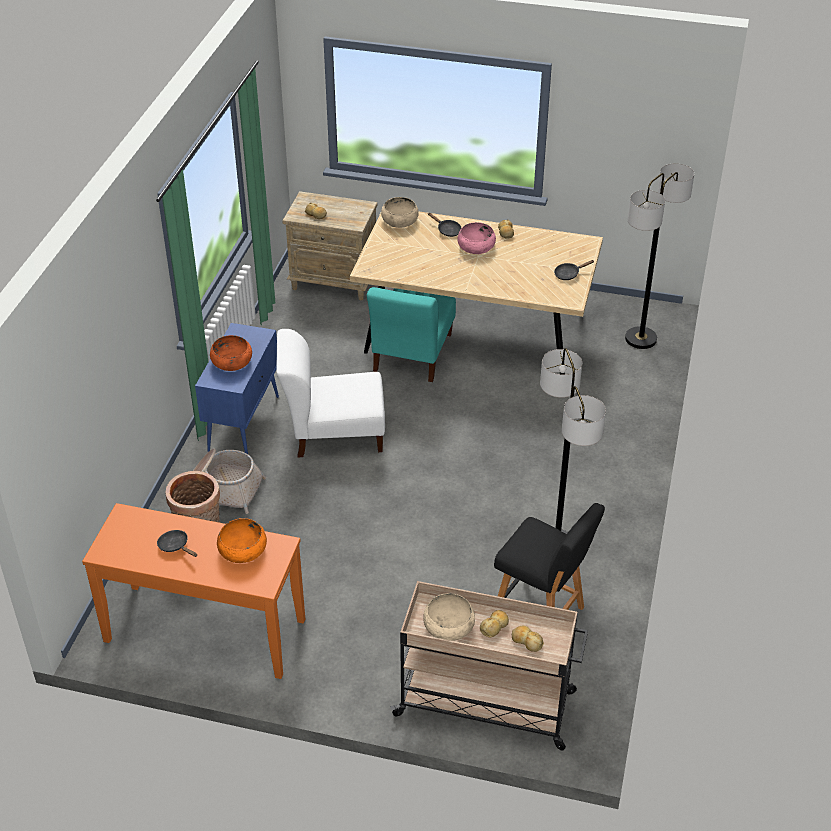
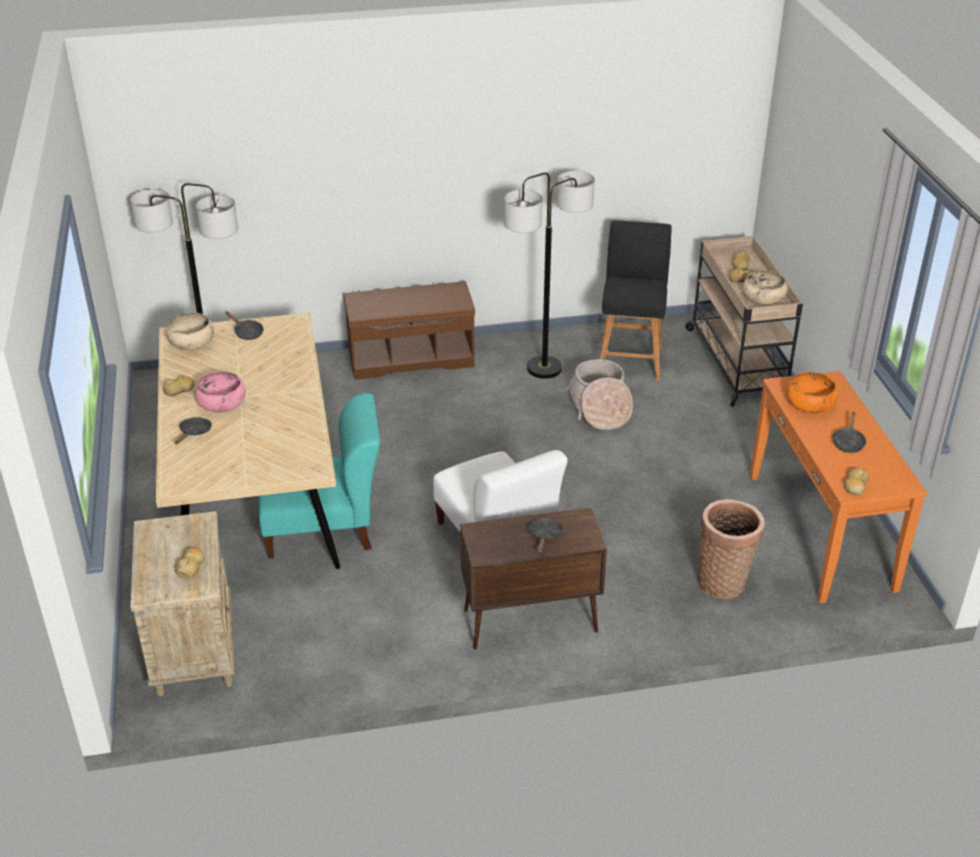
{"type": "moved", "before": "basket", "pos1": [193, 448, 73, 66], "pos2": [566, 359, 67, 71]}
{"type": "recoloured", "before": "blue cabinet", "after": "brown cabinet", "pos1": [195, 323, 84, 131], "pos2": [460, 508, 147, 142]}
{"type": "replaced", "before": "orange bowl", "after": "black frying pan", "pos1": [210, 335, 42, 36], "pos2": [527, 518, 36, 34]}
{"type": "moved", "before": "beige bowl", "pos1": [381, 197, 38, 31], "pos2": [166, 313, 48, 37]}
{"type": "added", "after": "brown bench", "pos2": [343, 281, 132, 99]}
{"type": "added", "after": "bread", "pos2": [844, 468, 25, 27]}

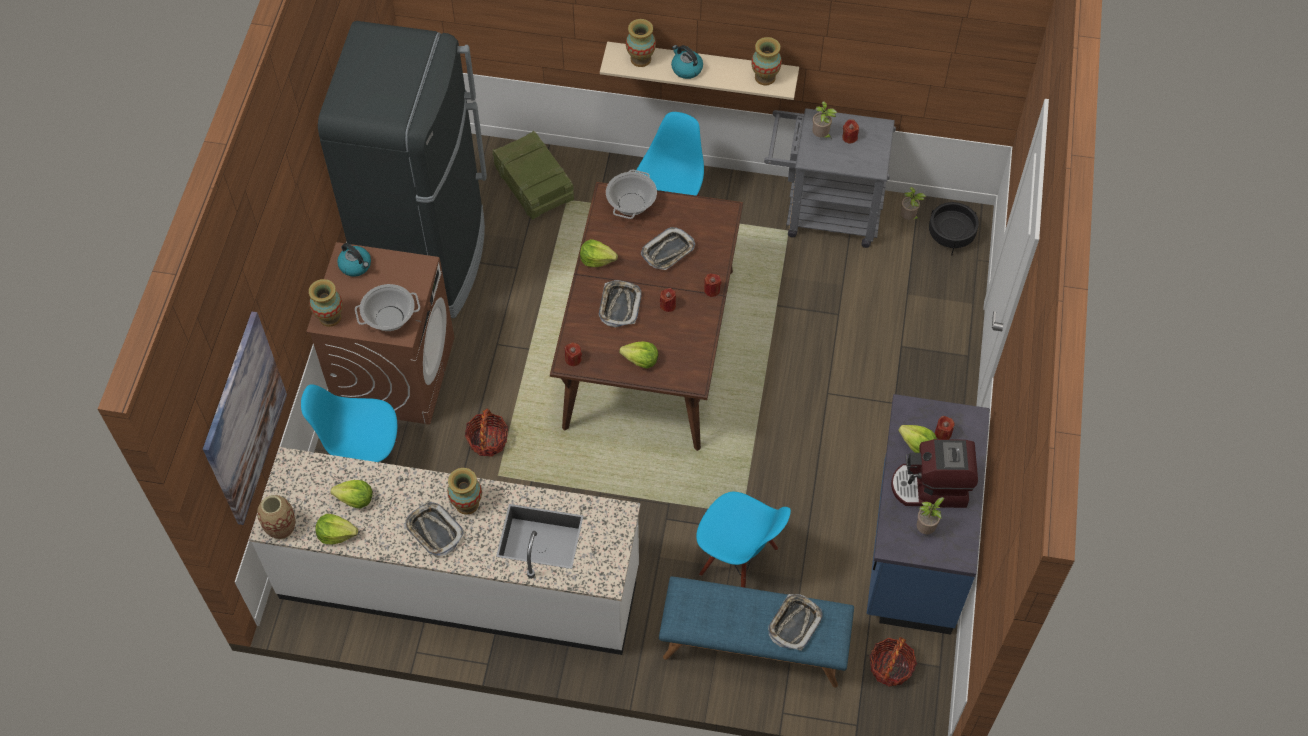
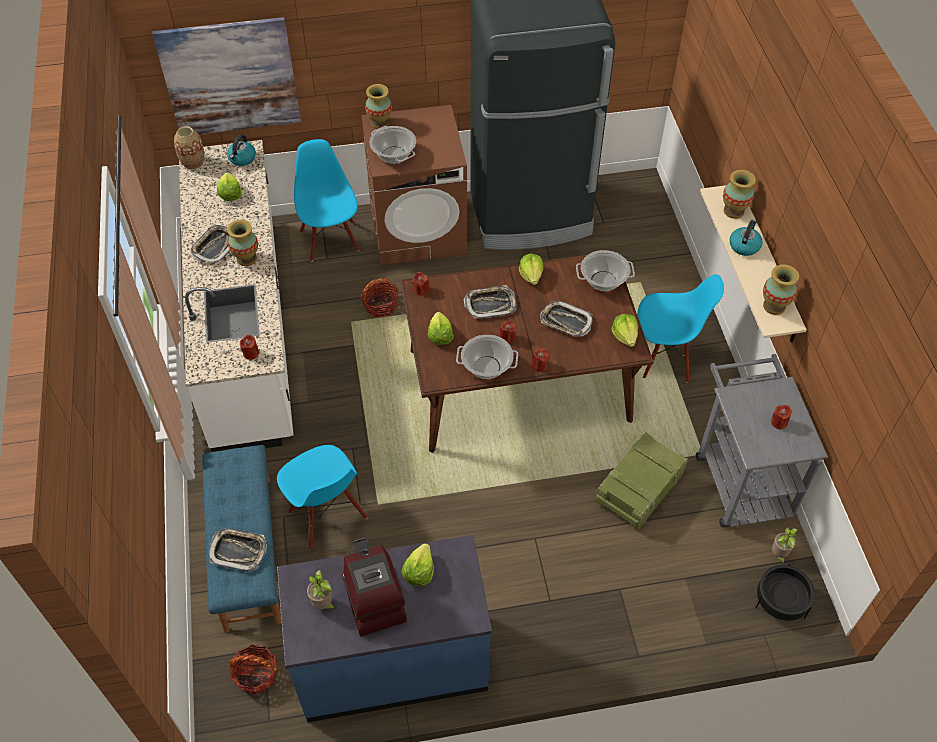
{"type": "moved", "before": "lettuce", "pos1": [315, 514, 43, 30], "pos2": [611, 314, 27, 33]}
{"type": "moved", "before": "kettle", "pos1": [337, 243, 34, 34], "pos2": [227, 135, 29, 31]}
{"type": "moved", "before": "crate", "pos1": [493, 131, 81, 89], "pos2": [595, 432, 93, 98]}
{"type": "turned", "before": "blue chair", "pos1": [696, 492, 95, 96], "pos2": [277, 445, 91, 105], "turn": -45}
{"type": "removed", "before": "potted plant", "pos1": [813, 101, 24, 38]}
{"type": "moved", "before": "red candle", "pos1": [935, 416, 20, 23], "pos2": [240, 335, 19, 25]}
{"type": "added", "after": "cooking pot", "pos2": [456, 335, 62, 44]}

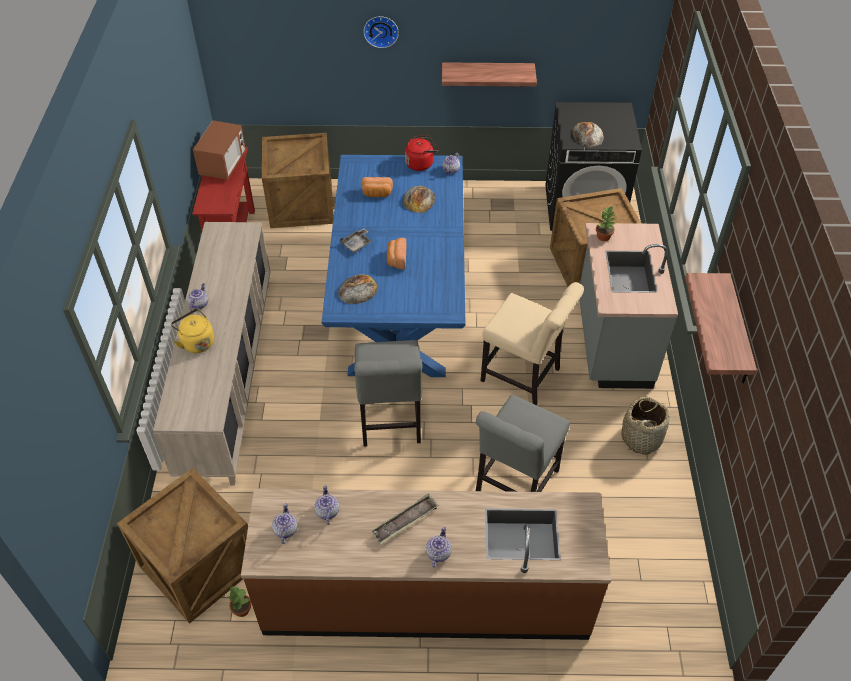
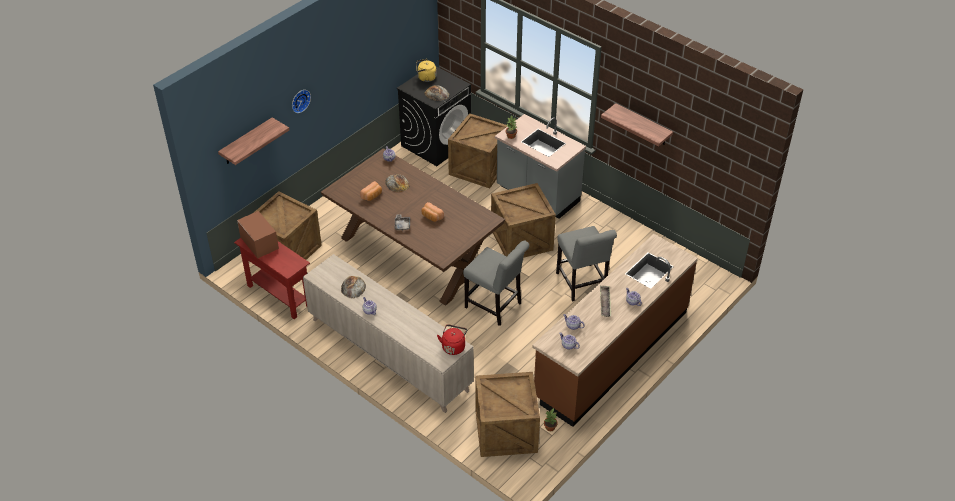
{"type": "moved", "before": "yellow kettle", "pos1": [171, 308, 43, 45], "pos2": [416, 59, 21, 23]}
{"type": "recoloured", "before": "blue dining table", "after": "brown dining table", "pos1": [322, 155, 144, 222], "pos2": [321, 148, 184, 158]}
{"type": "moved", "before": "bread", "pos1": [338, 274, 40, 30], "pos2": [341, 276, 25, 22]}
{"type": "moved", "before": "red kettle", "pos1": [405, 135, 34, 36], "pos2": [437, 324, 30, 31]}
{"type": "moved", "before": "shelf", "pos1": [442, 62, 95, 25], "pos2": [218, 117, 71, 48]}
{"type": "replaced", "before": "beige chair", "after": "crate", "pos1": [481, 282, 103, 123], "pos2": [491, 183, 65, 75]}
{"type": "removed", "before": "basket", "pos1": [622, 397, 48, 58]}

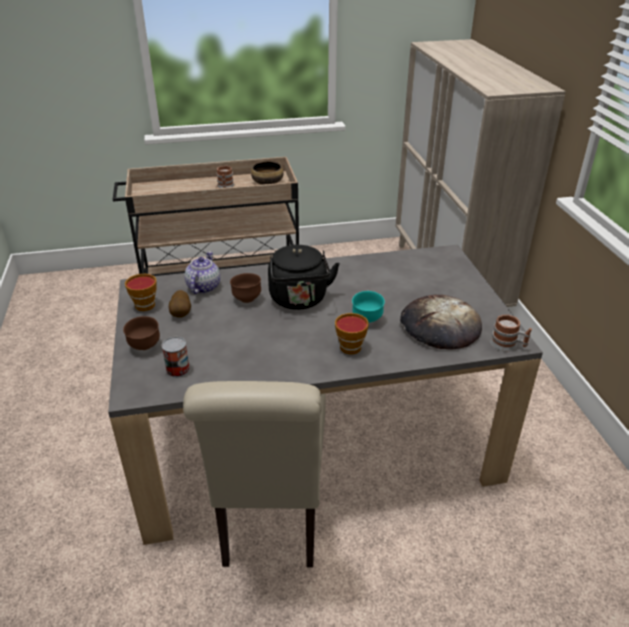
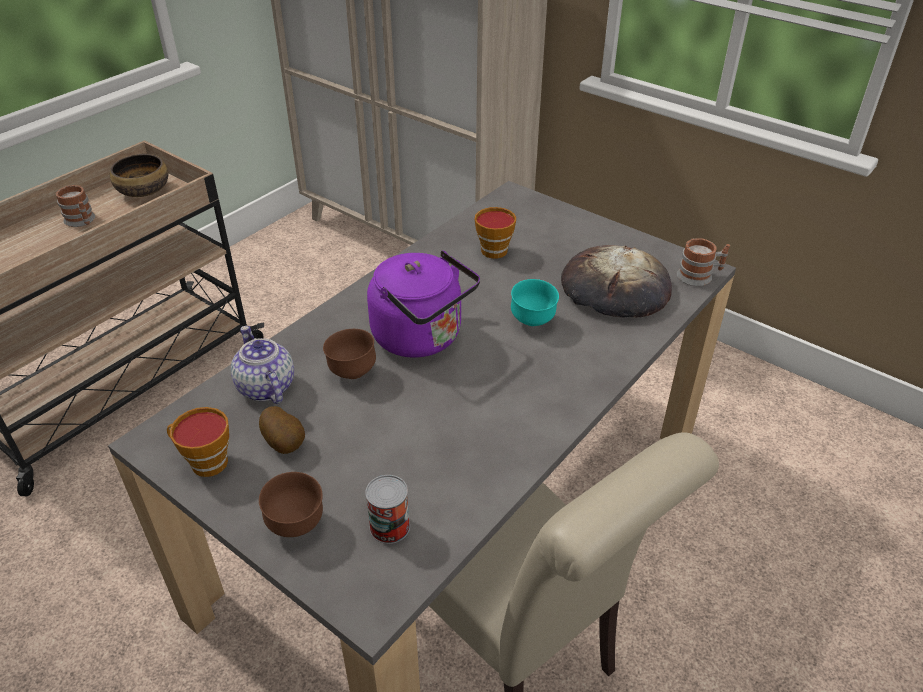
{"type": "recoloured", "before": "black kettle", "after": "purple kettle", "pos1": [268, 245, 72, 65], "pos2": [367, 250, 113, 108]}
{"type": "moved", "before": "cup", "pos1": [335, 313, 34, 42], "pos2": [475, 207, 41, 52]}

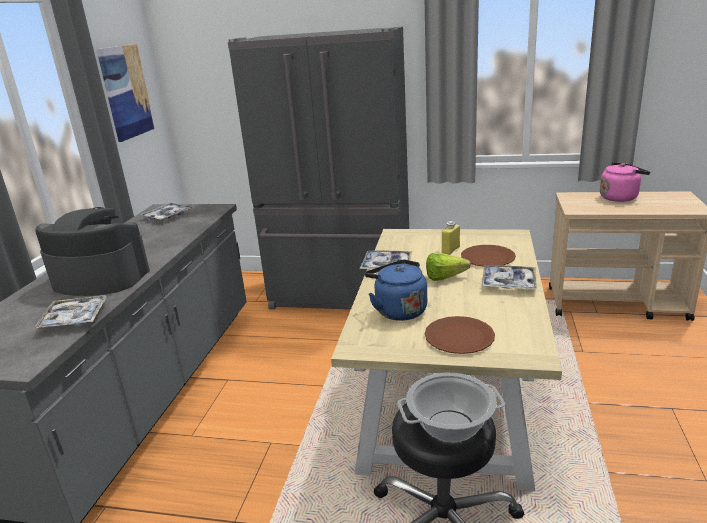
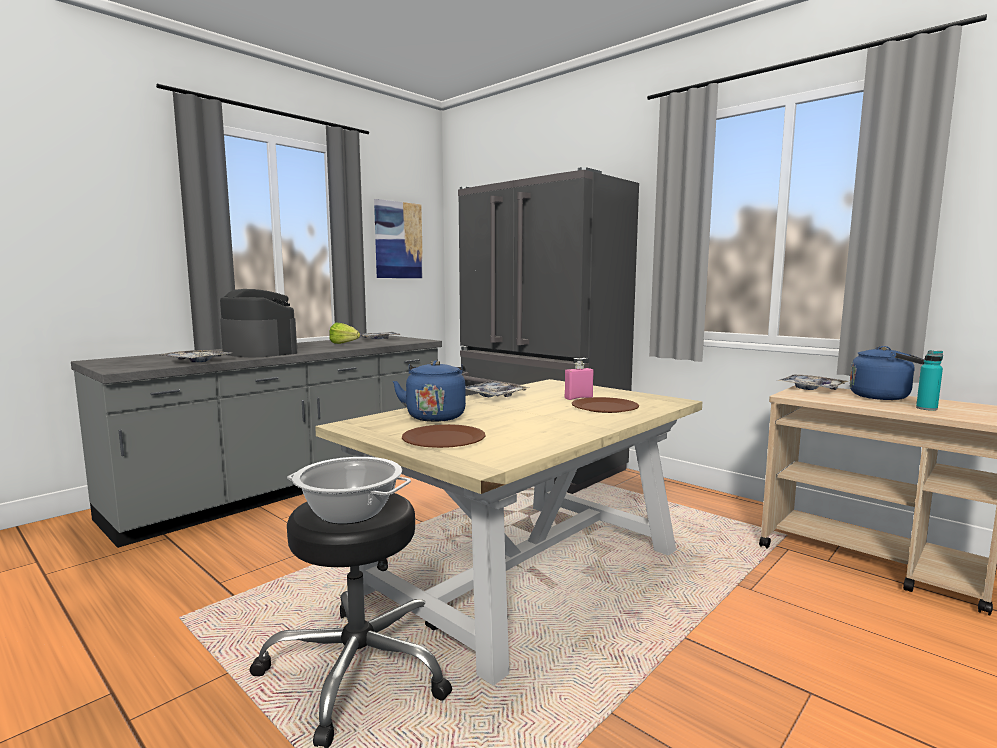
{"type": "moved", "before": "lettuce", "pos1": [426, 253, 45, 28], "pos2": [329, 323, 31, 21]}
{"type": "recoloured", "before": "yellow bottle", "after": "pink bottle", "pos1": [442, 221, 18, 34], "pos2": [565, 361, 29, 39]}
{"type": "moved", "before": "tray", "pos1": [482, 265, 55, 25], "pos2": [777, 374, 71, 16]}
{"type": "recoloured", "before": "pink kettle", "after": "blue kettle", "pos1": [600, 162, 50, 40], "pos2": [850, 346, 74, 54]}
{"type": "added", "after": "turquoise bottle", "pos2": [916, 350, 27, 61]}

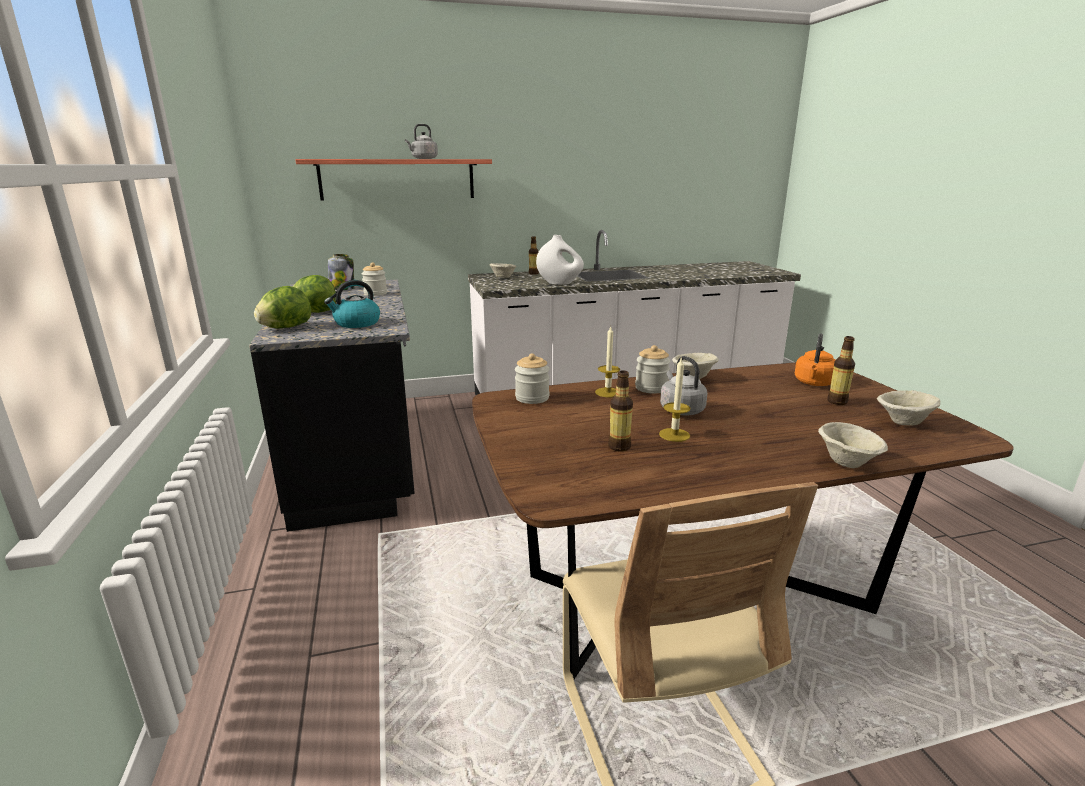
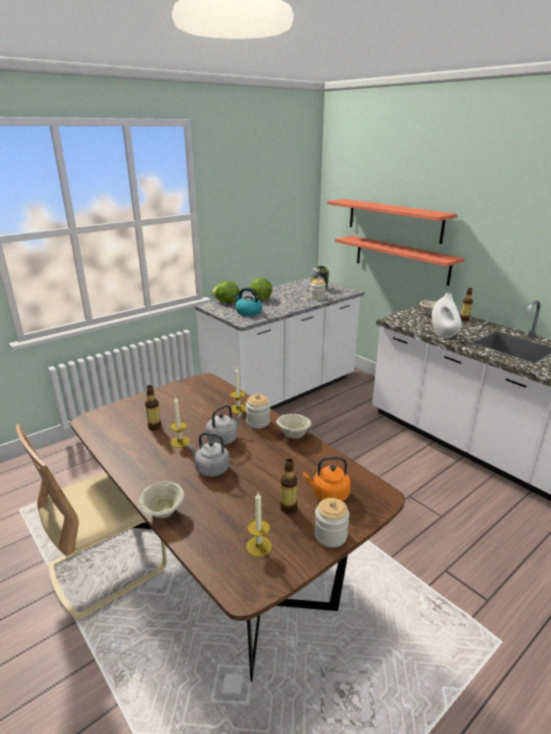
{"type": "recoloured", "before": "black counter", "after": "white counter", "pos1": [249, 280, 166, 252], "pos2": [195, 277, 169, 133]}
{"type": "moved", "before": "grey kettle", "pos1": [405, 124, 33, 35], "pos2": [188, 432, 42, 45]}
{"type": "moved", "before": "jar", "pos1": [515, 354, 35, 50], "pos2": [314, 498, 35, 50]}
{"type": "replaced", "before": "beige bowl", "after": "candle", "pos1": [877, 390, 63, 36], "pos2": [246, 492, 26, 65]}
{"type": "added", "after": "shelf", "pos2": [335, 236, 129, 50]}

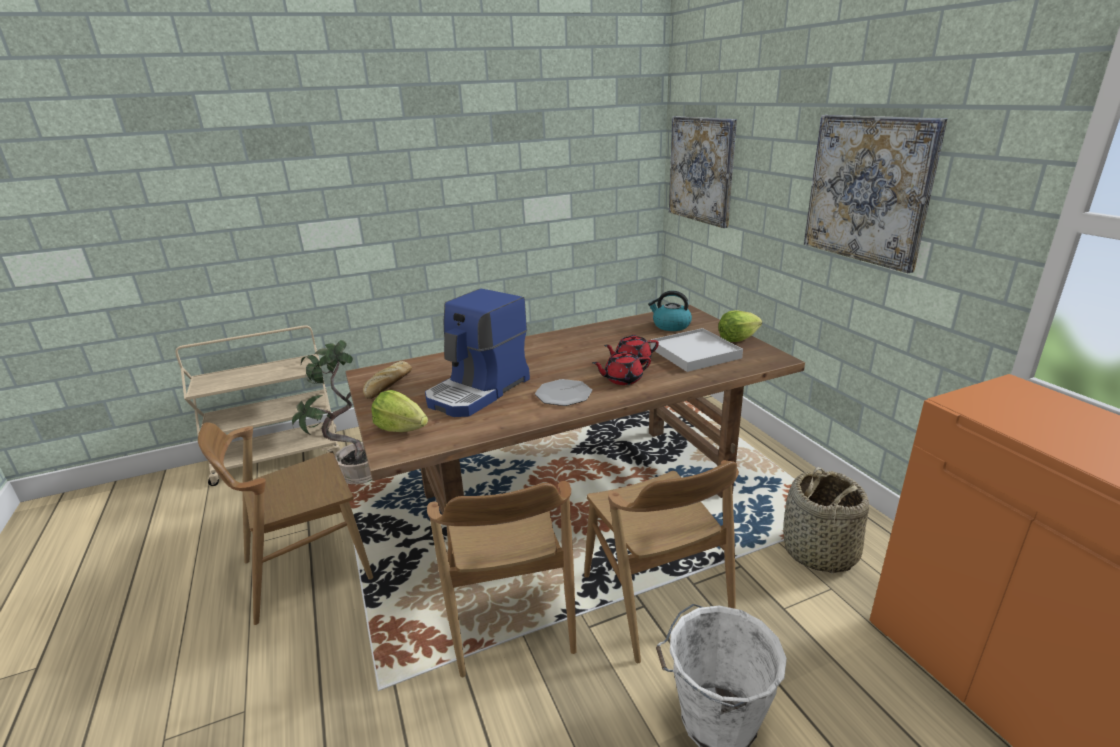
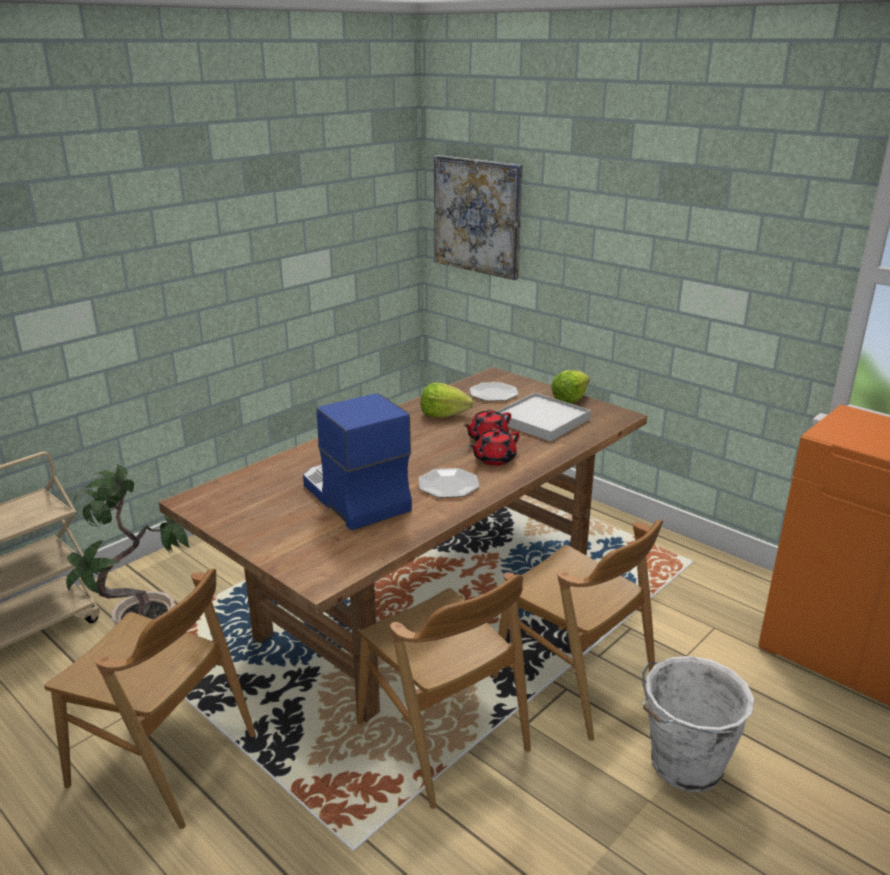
{"type": "turned", "before": "brown chair", "pos1": [198, 422, 175, 203], "pos2": [44, 568, 212, 261], "turn": -105}
{"type": "removed", "before": "bread", "pos1": [363, 361, 49, 38]}
{"type": "moved", "before": "lettuce", "pos1": [371, 390, 57, 42], "pos2": [421, 383, 53, 35]}
{"type": "turned", "before": "coffee machine", "pos1": [425, 289, 105, 128], "pos2": [303, 393, 109, 137], "turn": 135}
{"type": "replaced", "before": "kettle", "after": "plate", "pos1": [648, 291, 44, 40], "pos2": [470, 382, 48, 19]}
{"type": "removed", "before": "basket", "pos1": [783, 467, 86, 107]}
{"type": "removed", "before": "picture", "pos1": [804, 115, 144, 158]}

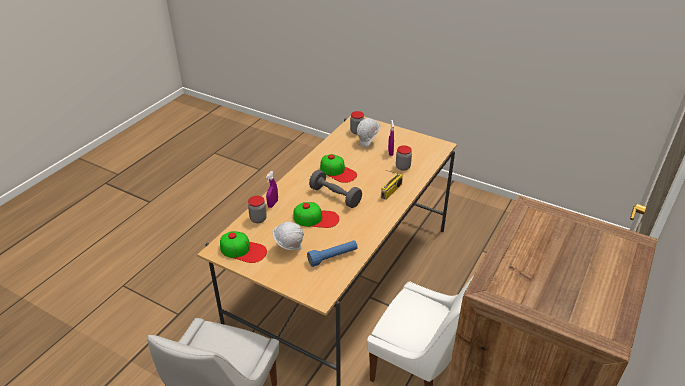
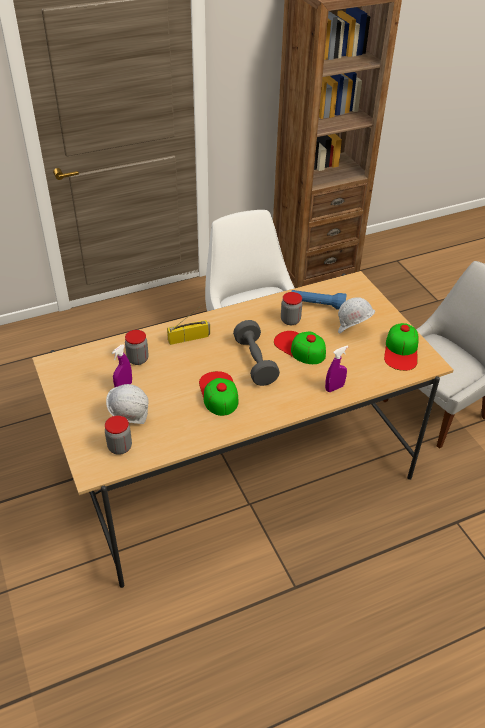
{"type": "turned", "before": "cap", "pos1": [220, 231, 47, 32], "pos2": [384, 323, 35, 48], "turn": -135}
{"type": "moved", "before": "jar", "pos1": [248, 196, 19, 27], "pos2": [281, 292, 21, 33]}

